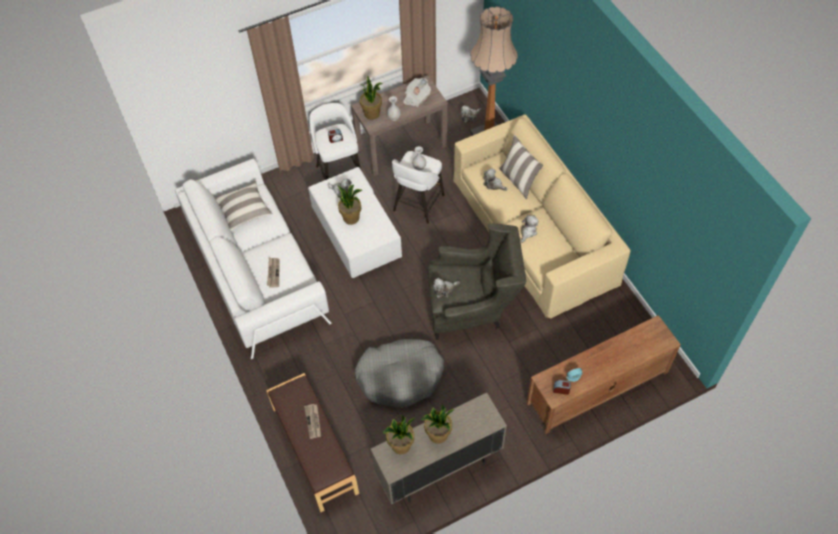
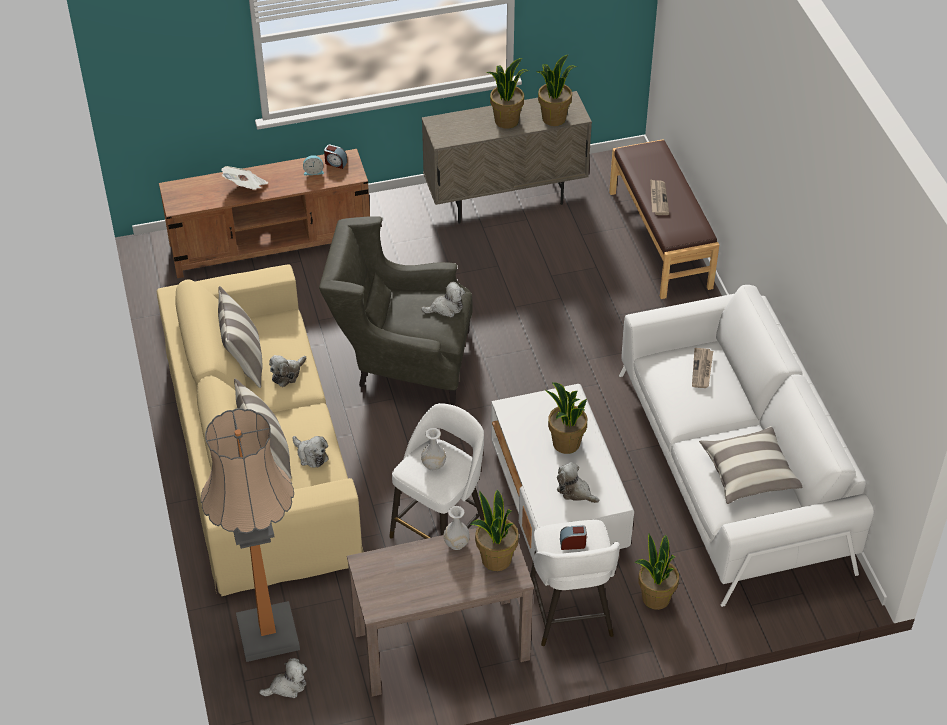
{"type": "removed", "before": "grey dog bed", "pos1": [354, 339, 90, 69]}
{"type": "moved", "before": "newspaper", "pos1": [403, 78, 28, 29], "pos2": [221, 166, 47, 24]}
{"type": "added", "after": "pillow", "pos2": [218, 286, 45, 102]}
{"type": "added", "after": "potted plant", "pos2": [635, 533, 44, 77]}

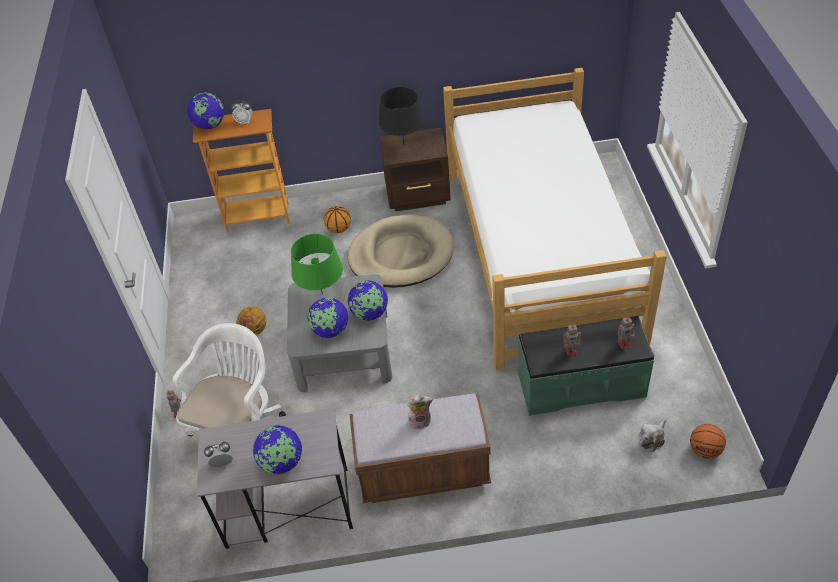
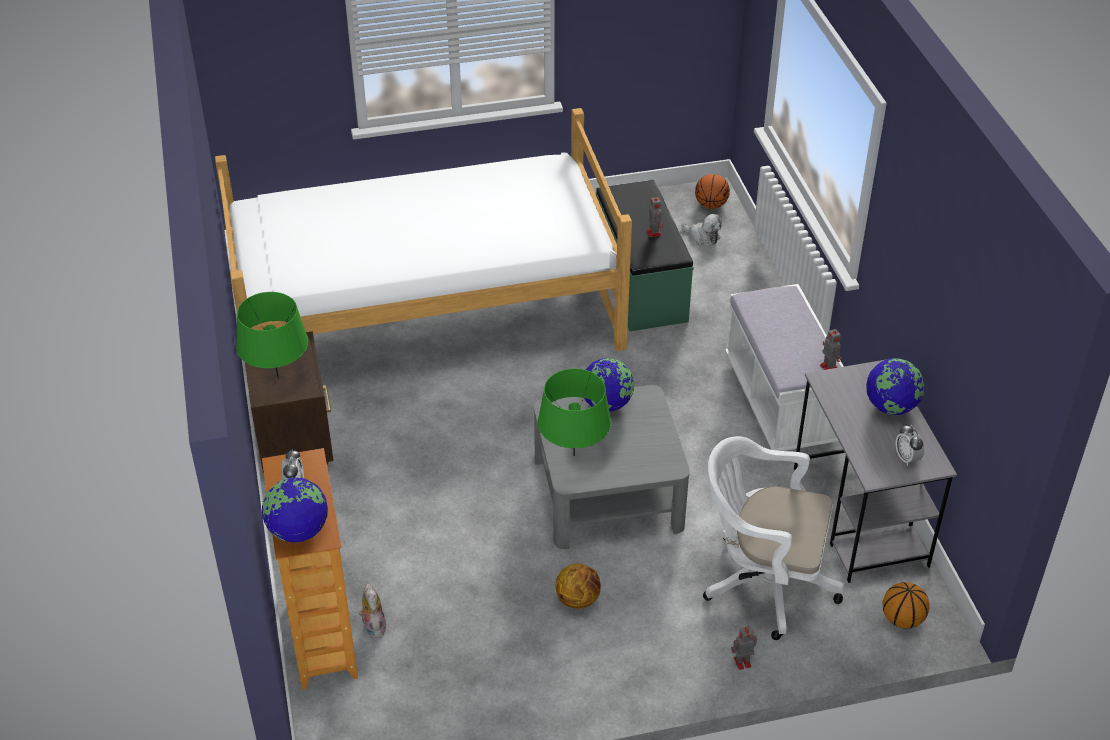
{"type": "removed", "before": "globe", "pos1": [307, 297, 41, 41]}
{"type": "moved", "before": "basketball", "pos1": [324, 206, 27, 27], "pos2": [882, 582, 48, 47]}
{"type": "removed", "before": "beige dog bed", "pos1": [348, 214, 106, 74]}
{"type": "recoloured", "before": "brown bench", "after": "white bench", "pos1": [350, 394, 141, 109], "pos2": [725, 284, 119, 167]}
{"type": "recoloured", "before": "black table lamp", "after": "green table lamp", "pos1": [379, 87, 45, 58], "pos2": [236, 292, 72, 87]}
{"type": "moved", "before": "plush toy", "pos1": [407, 395, 26, 34], "pos2": [358, 584, 29, 54]}
{"type": "moved", "before": "toy robot", "pos1": [617, 317, 18, 32], "pos2": [820, 327, 22, 43]}

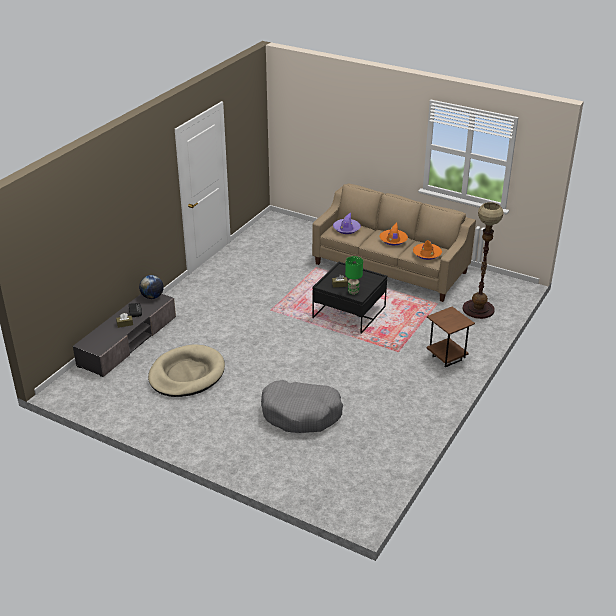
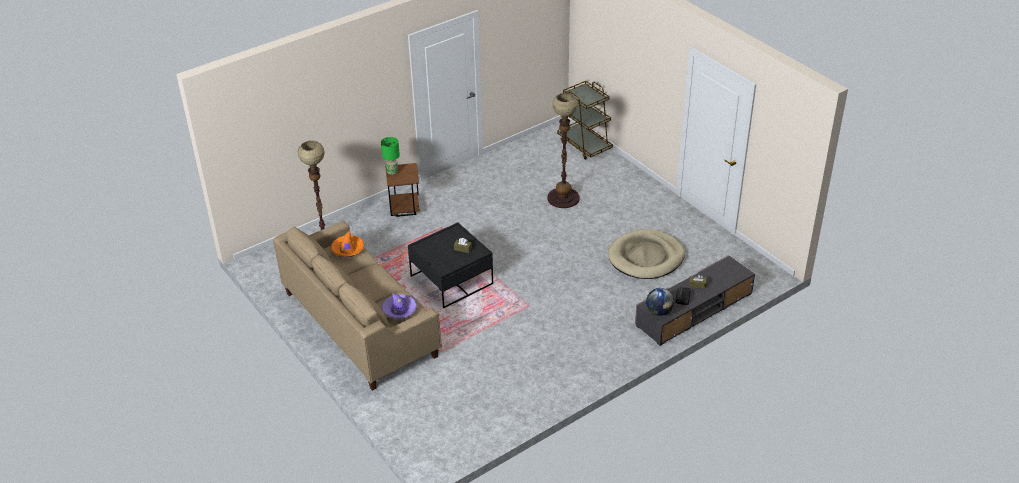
{"type": "replaced", "before": "grey dog bed", "after": "floor lamp", "pos1": [261, 380, 82, 53], "pos2": [547, 93, 33, 115]}
{"type": "moved", "before": "green table lamp", "pos1": [345, 256, 18, 39], "pos2": [381, 137, 19, 38]}
{"type": "removed", "before": "orange hat", "pos1": [379, 223, 29, 22]}
{"type": "added", "after": "brown cart", "pos2": [557, 81, 56, 79]}

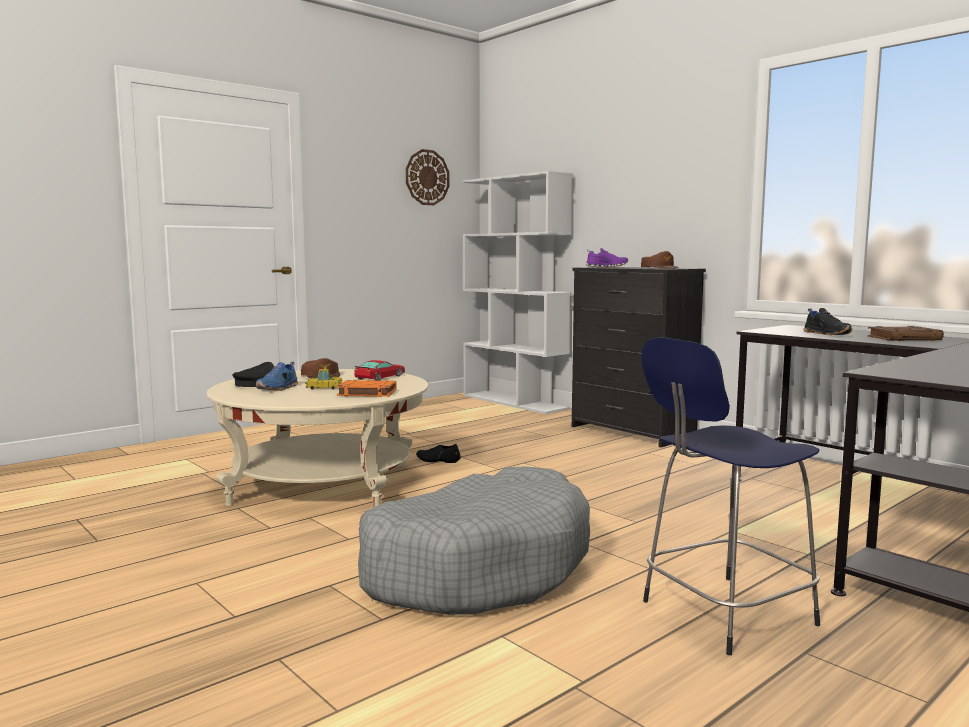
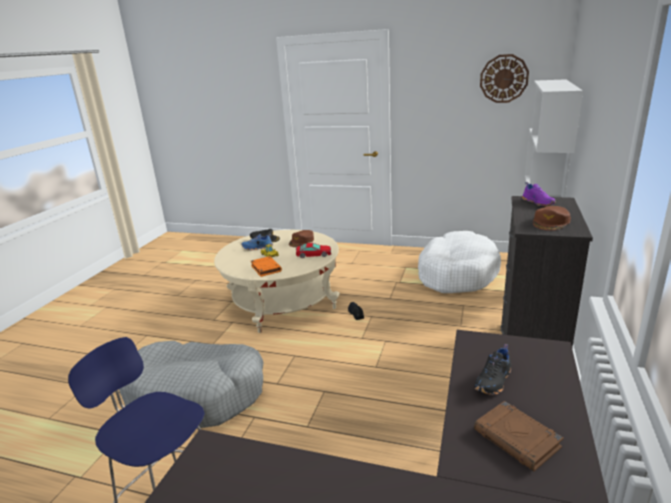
{"type": "added", "after": "white dog bed", "pos2": [418, 231, 83, 62]}

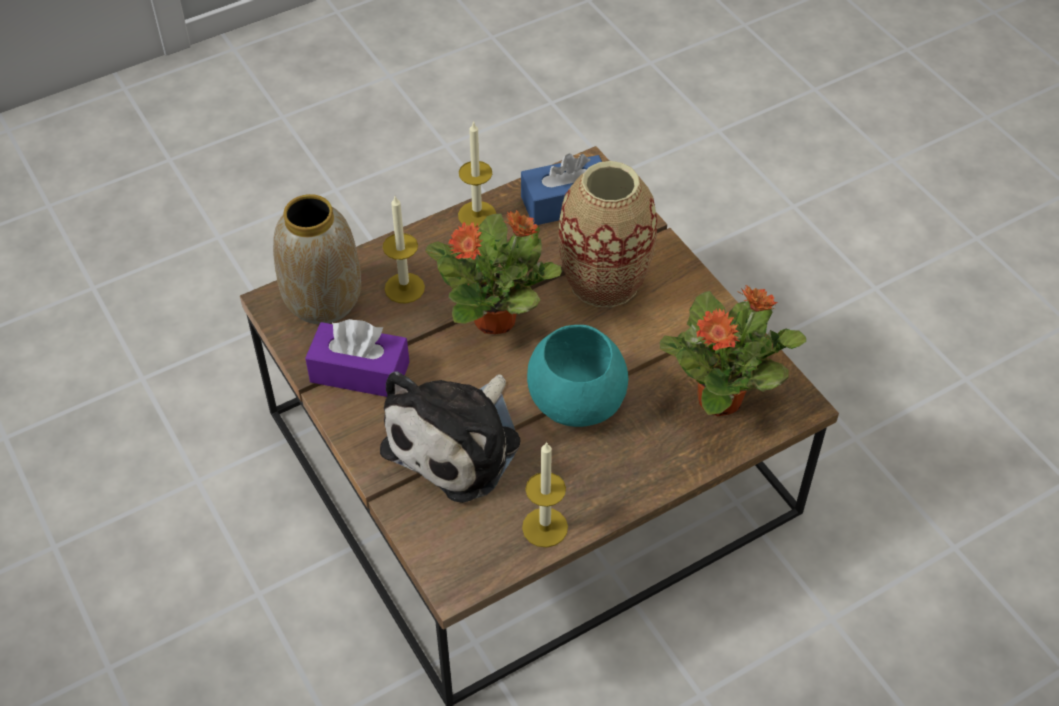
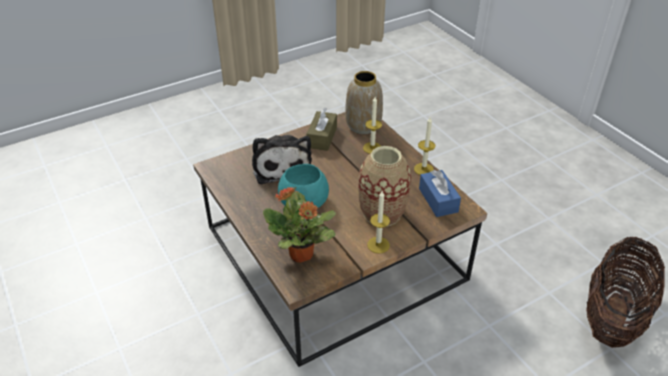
{"type": "recoloured", "before": "purple tissue box", "after": "brown tissue box", "pos1": [305, 319, 104, 78], "pos2": [307, 108, 30, 43]}
{"type": "turned", "before": "plush toy", "pos1": [380, 371, 140, 132], "pos2": [252, 135, 60, 49], "turn": -135}
{"type": "removed", "before": "potted plant", "pos1": [425, 210, 137, 124]}
{"type": "moved", "before": "candle", "pos1": [522, 441, 46, 107], "pos2": [367, 191, 23, 63]}
{"type": "added", "after": "basket", "pos2": [586, 237, 79, 111]}

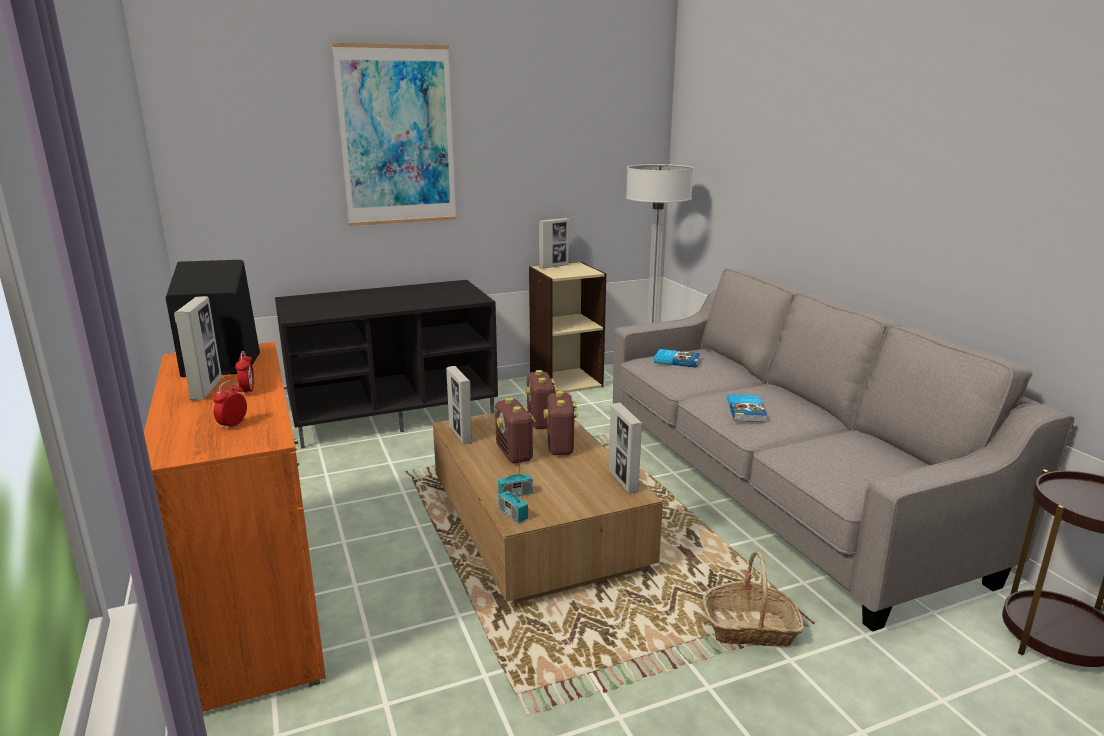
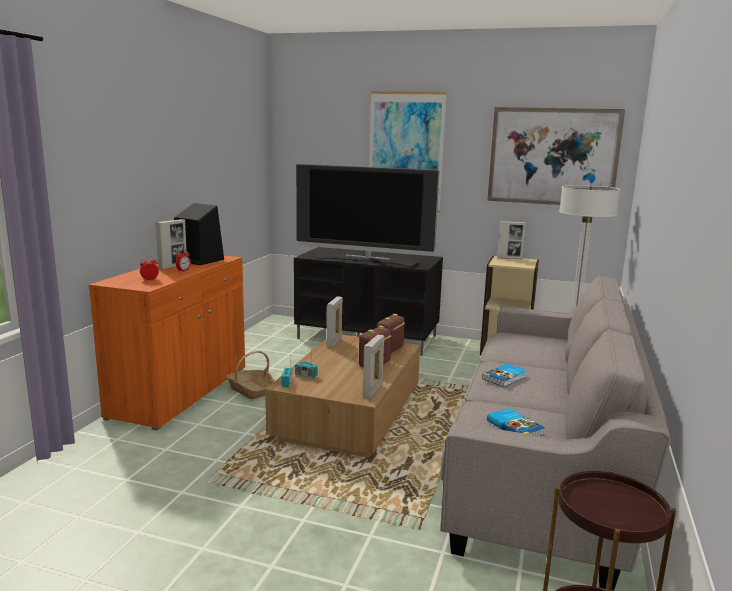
{"type": "removed", "before": "radio", "pos1": [495, 398, 41, 65]}
{"type": "moved", "before": "book", "pos1": [654, 349, 47, 19], "pos2": [487, 408, 58, 28]}
{"type": "moved", "before": "basket", "pos1": [703, 551, 102, 96], "pos2": [226, 351, 49, 48]}
{"type": "added", "after": "television", "pos2": [296, 164, 143, 103]}
{"type": "added", "after": "picture", "pos2": [487, 107, 138, 98]}

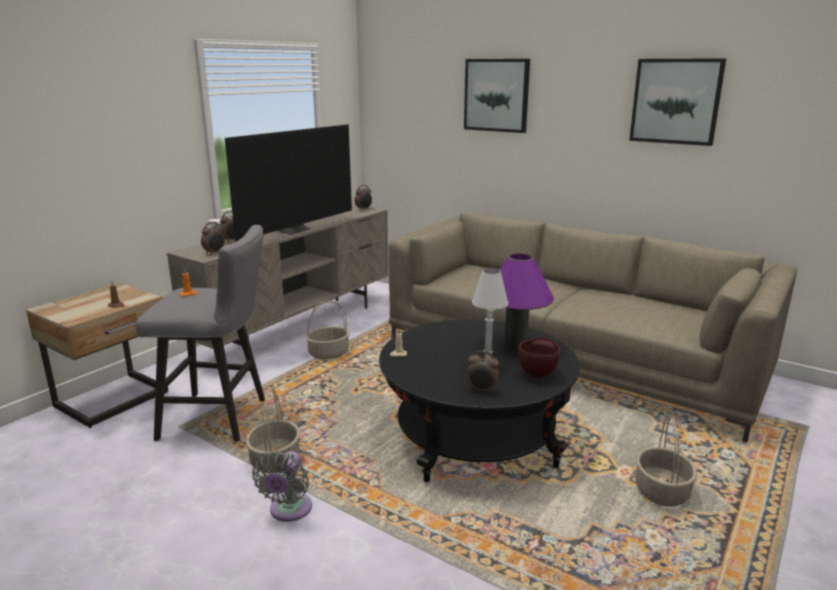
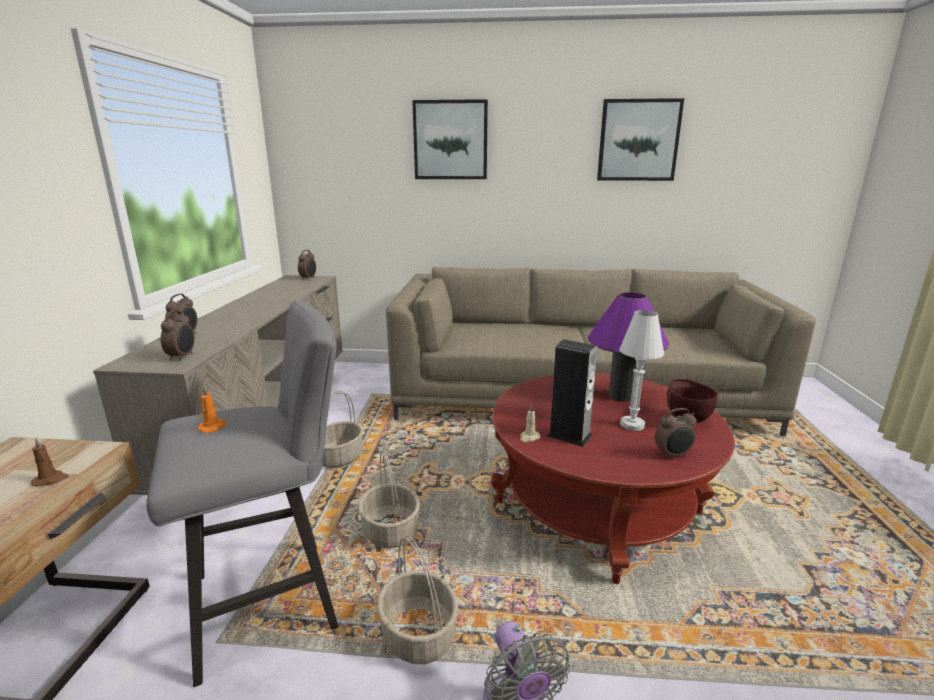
{"type": "removed", "before": "television", "pos1": [225, 124, 127, 118]}
{"type": "recoloured", "before": "black coffee table", "after": "red coffee table", "pos1": [379, 319, 201, 163], "pos2": [491, 373, 244, 211]}
{"type": "moved", "before": "basket", "pos1": [636, 415, 61, 92], "pos2": [358, 450, 62, 98]}
{"type": "added", "after": "speaker", "pos2": [547, 339, 51, 108]}

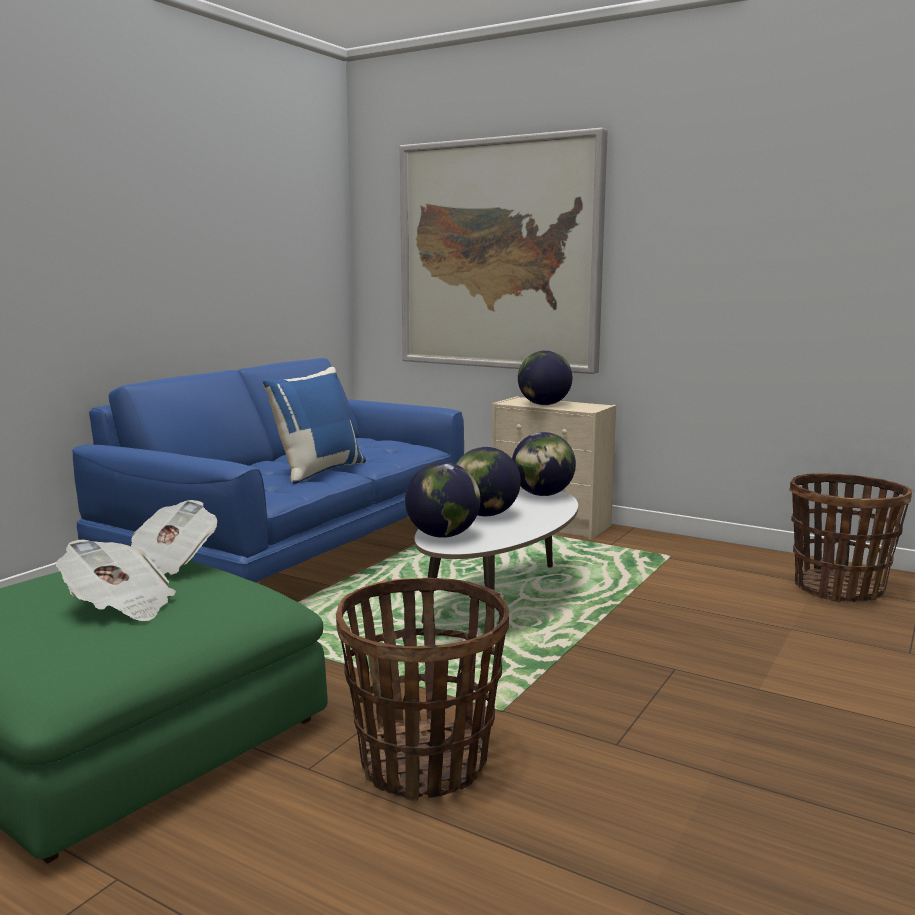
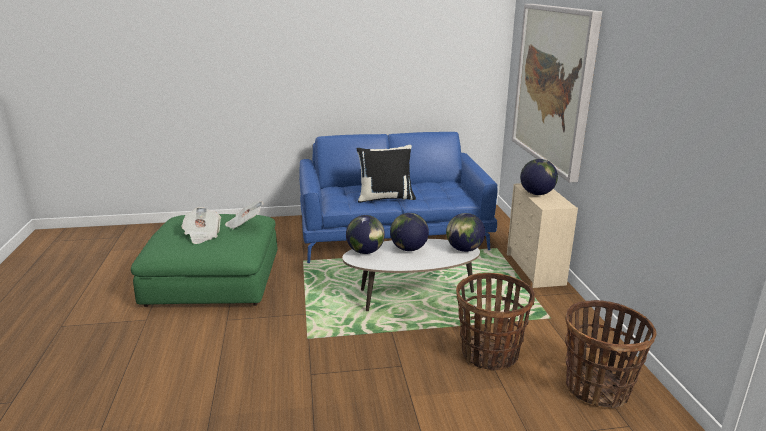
{"type": "recoloured", "before": "blue pillow", "after": "black pillow", "pos1": [262, 367, 104, 117], "pos2": [357, 145, 59, 58]}
{"type": "moved", "before": "basket", "pos1": [336, 578, 173, 223], "pos2": [456, 273, 79, 98]}

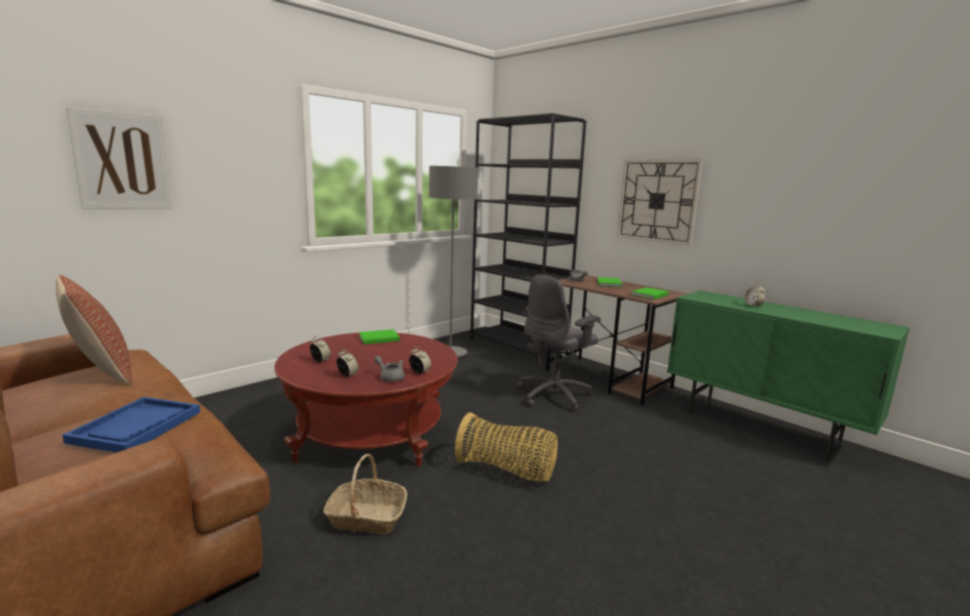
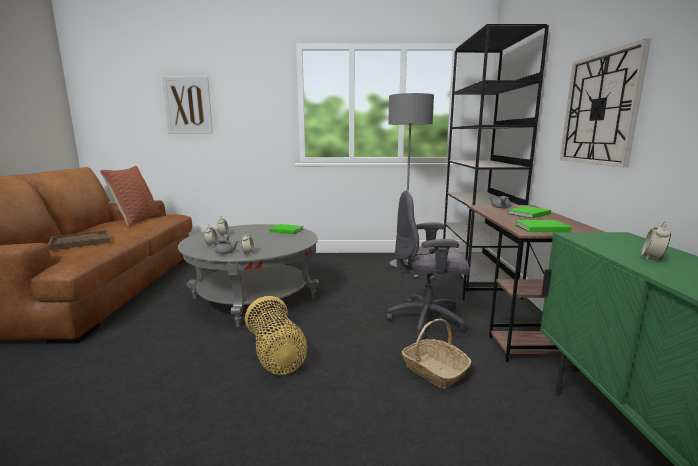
{"type": "recoloured", "before": "blue tray", "after": "brown tray", "pos1": [62, 397, 138, 56], "pos2": [48, 230, 62, 20]}
{"type": "recoloured", "before": "red coffee table", "after": "grey coffee table", "pos1": [274, 333, 184, 134], "pos2": [178, 224, 141, 103]}
{"type": "moved", "before": "basket", "pos1": [323, 454, 84, 80], "pos2": [402, 319, 69, 70]}

